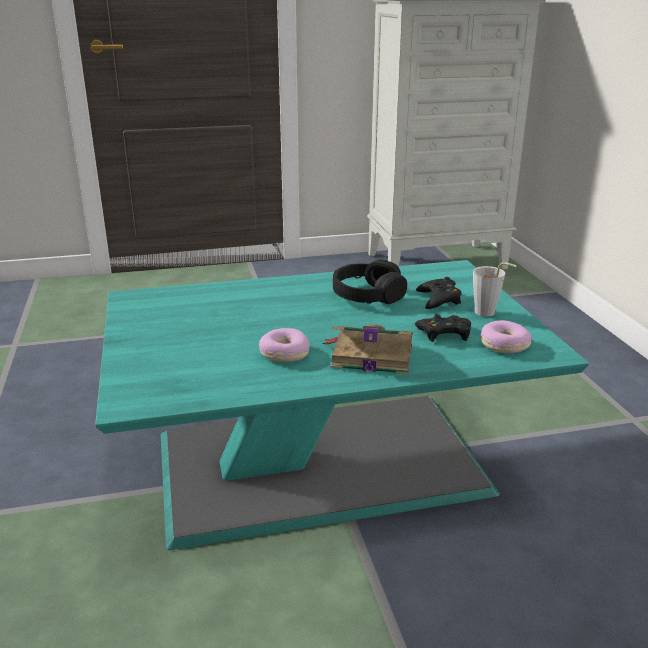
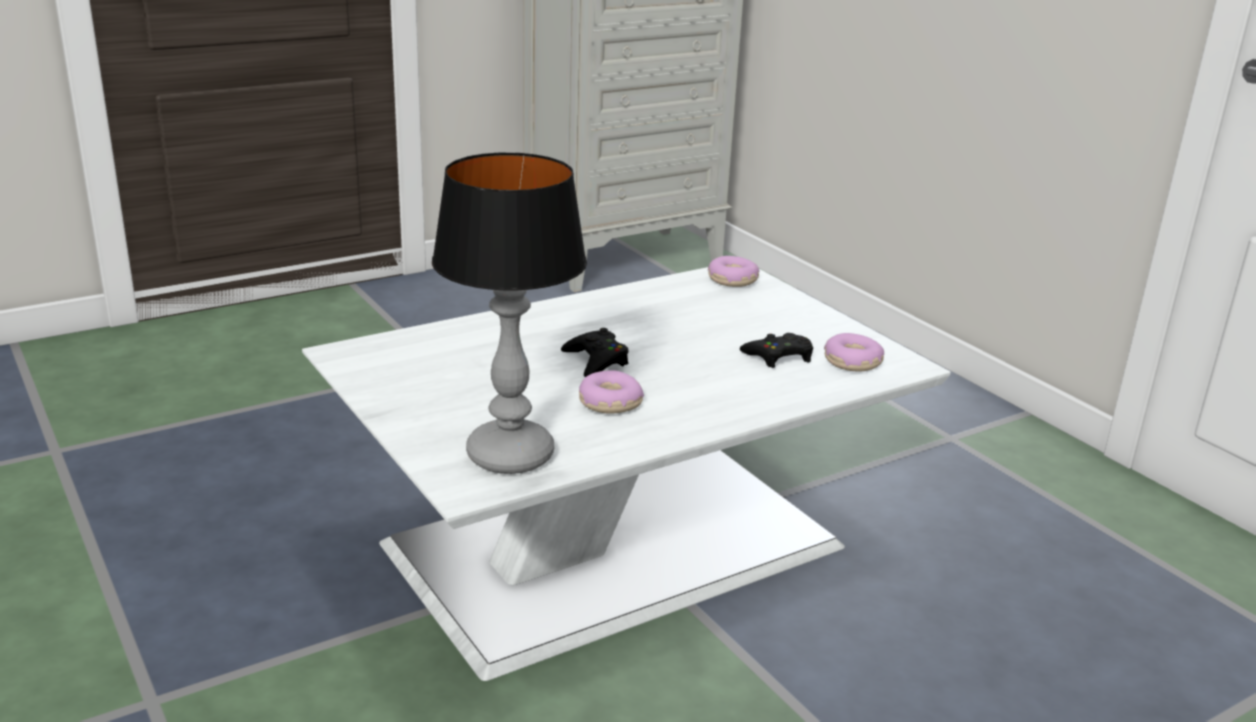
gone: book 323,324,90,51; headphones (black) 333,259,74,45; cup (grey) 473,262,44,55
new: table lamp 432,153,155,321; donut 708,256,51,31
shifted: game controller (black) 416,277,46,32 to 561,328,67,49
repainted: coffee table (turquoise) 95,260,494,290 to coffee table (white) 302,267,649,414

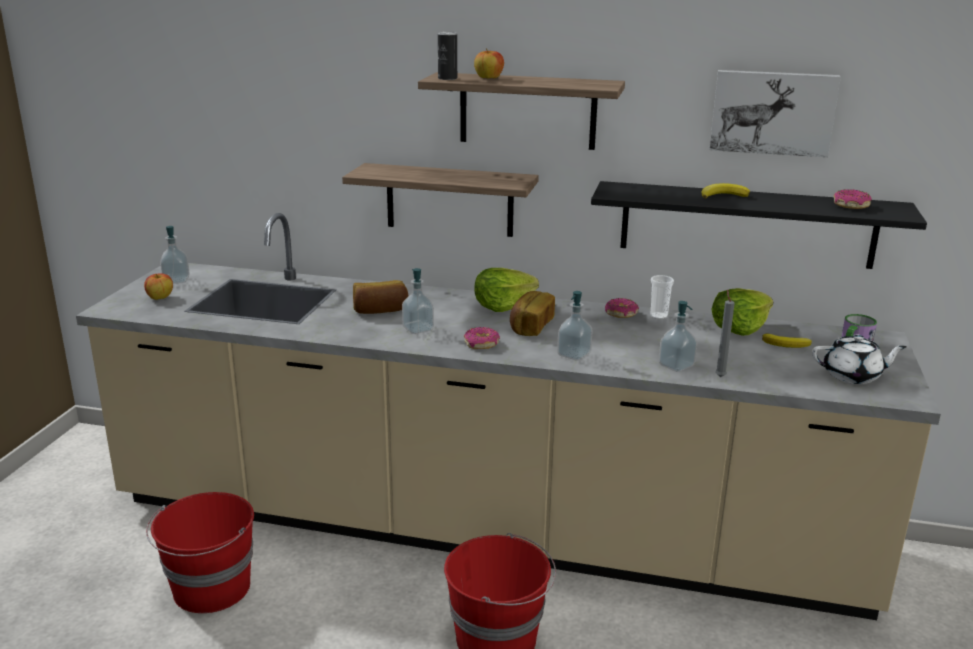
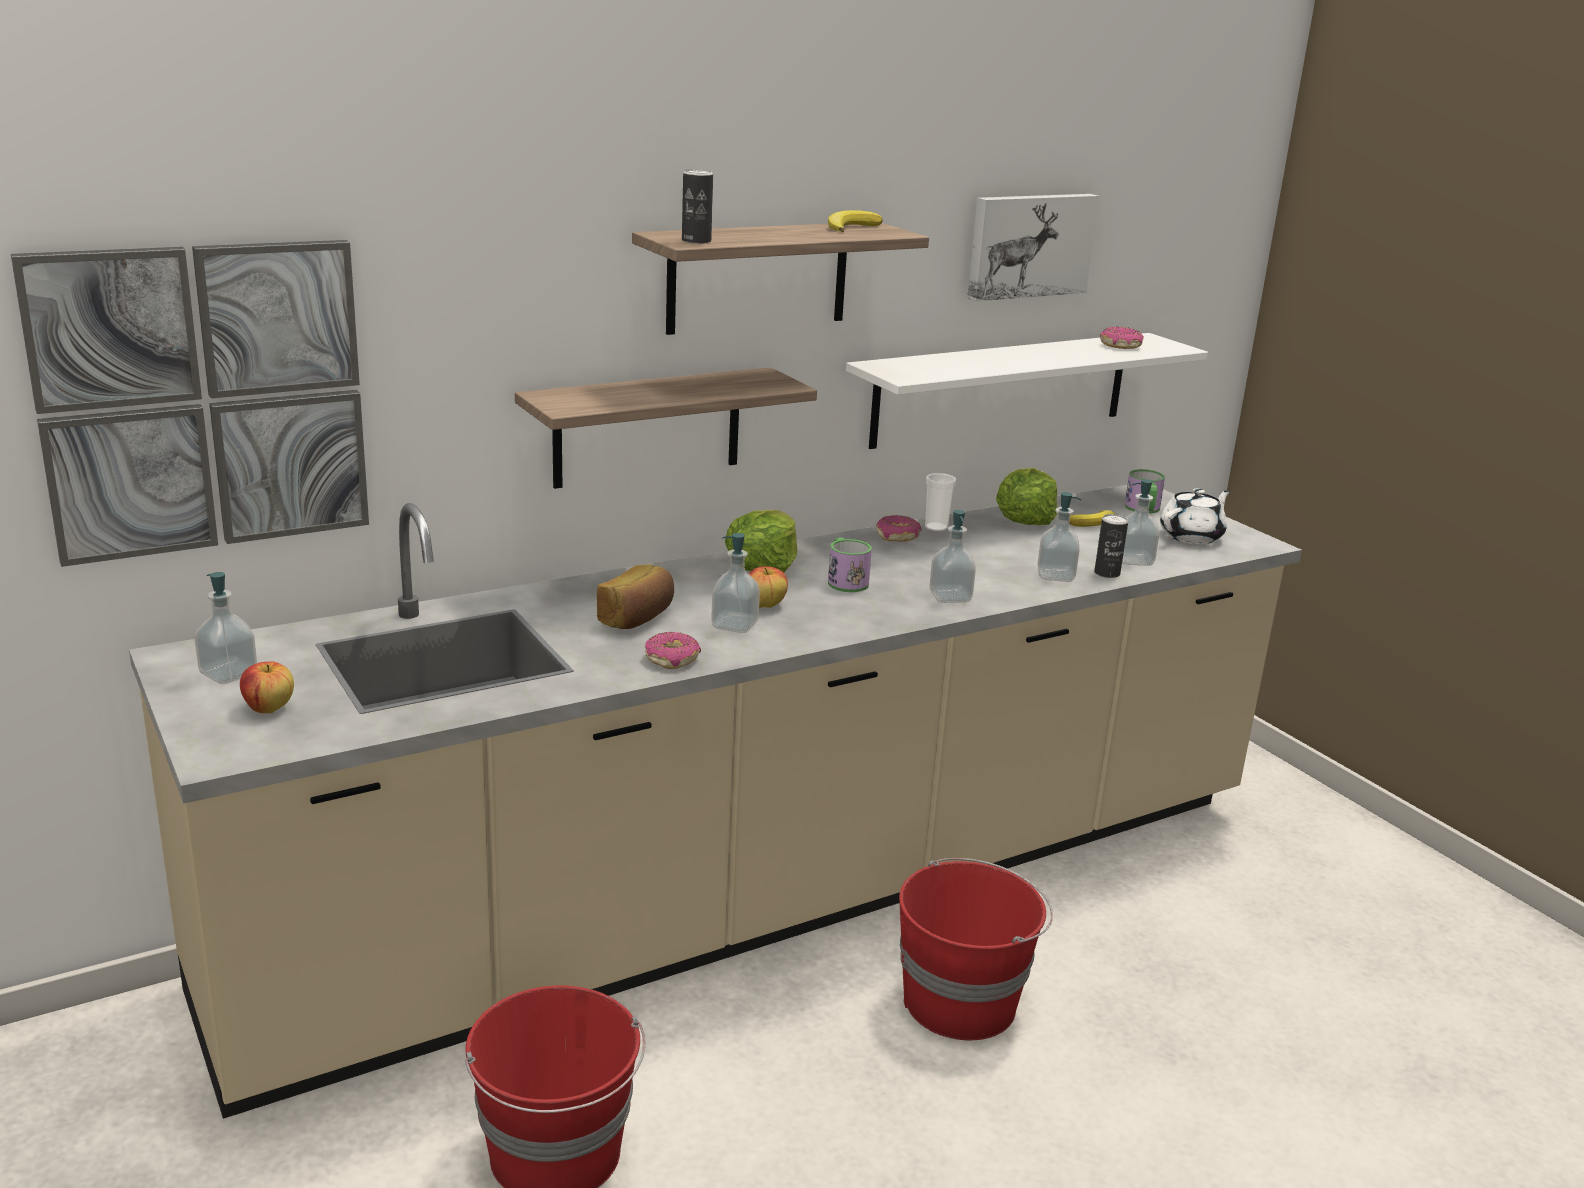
new: picture 11,240,358,327; soap dispenser 1122,479,37,87
shifted: donut 464,327,36,22 to 645,632,56,37; apple 474,48,30,31 to 749,566,39,42; banana 702,183,48,16 to 828,210,55,22
swapped: bread 510,291,45,45 to mug 828,538,44,54; candle (grey) 715,290,20,87 to can 1094,514,34,64
repainted: shelf (black) 591,181,336,88 to shelf (white) 846,333,362,116

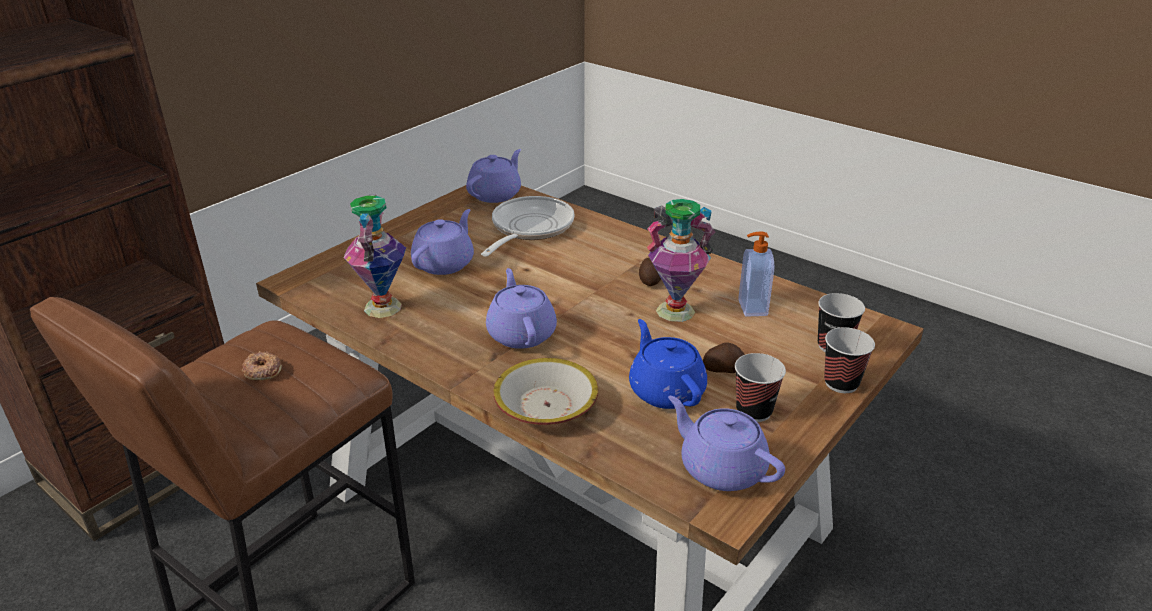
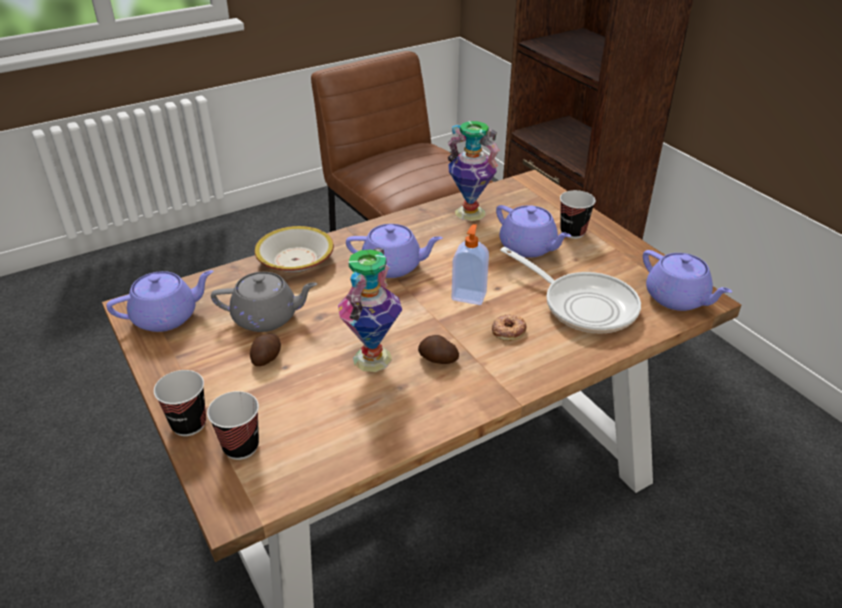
shifted: soap dispenser 738,231,36,86 to 451,224,38,81; donut 242,351,40,29 to 492,314,34,27; cup 735,353,51,69 to 560,190,36,49
repainted: teapot (blue) 629,319,78,90 to teapot (grey) 211,272,106,60

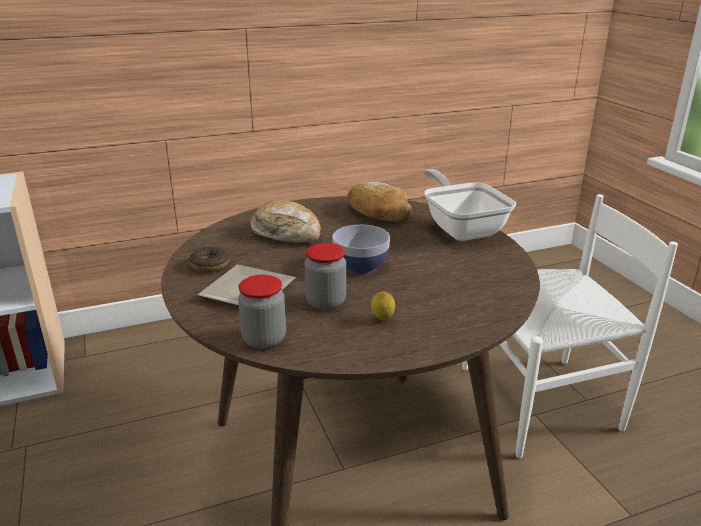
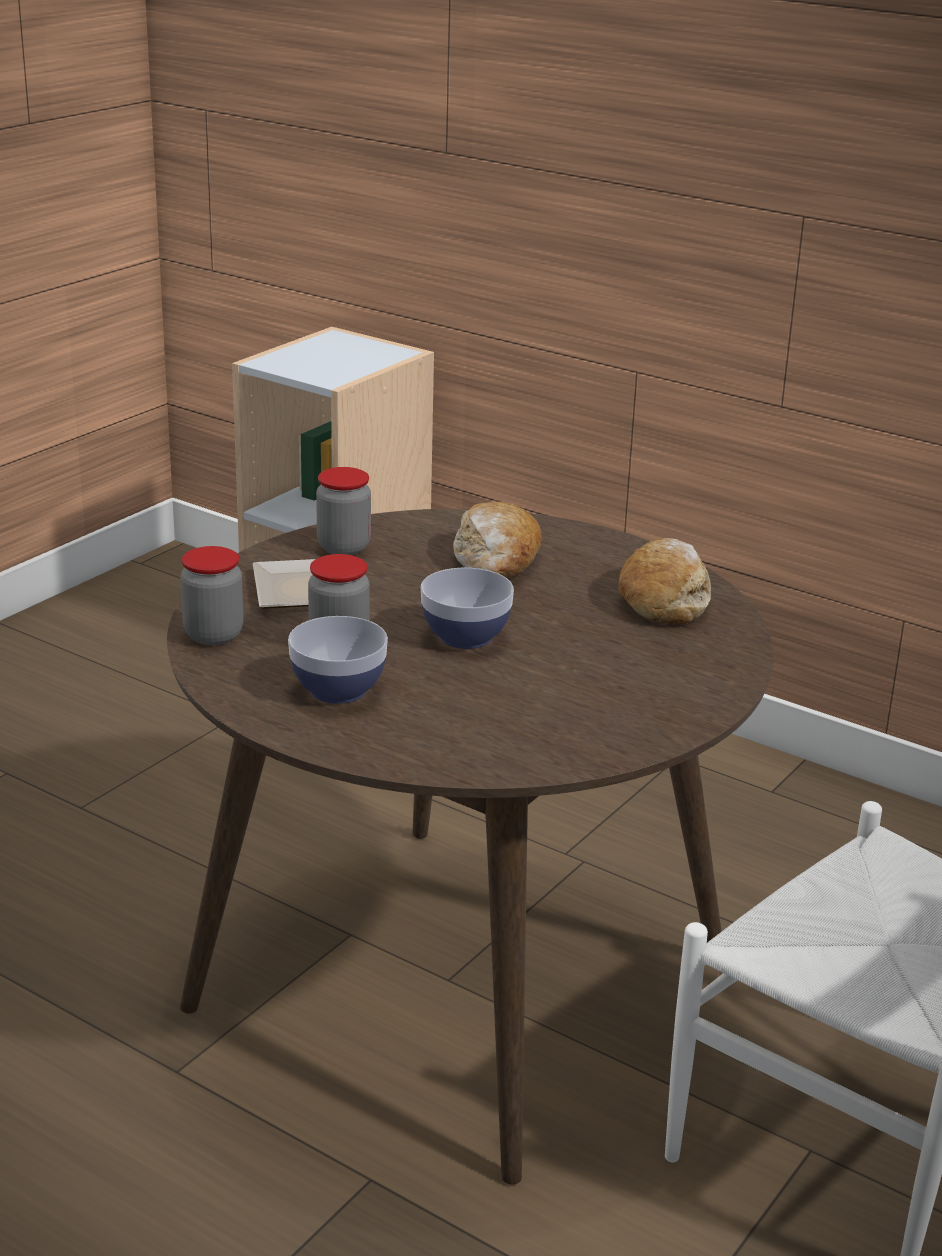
gone: frying pan 424,169,92,72
swapped: lemon 371,292,24,29 to bowl 288,616,100,88; donut 189,247,41,25 to jar 316,467,55,88

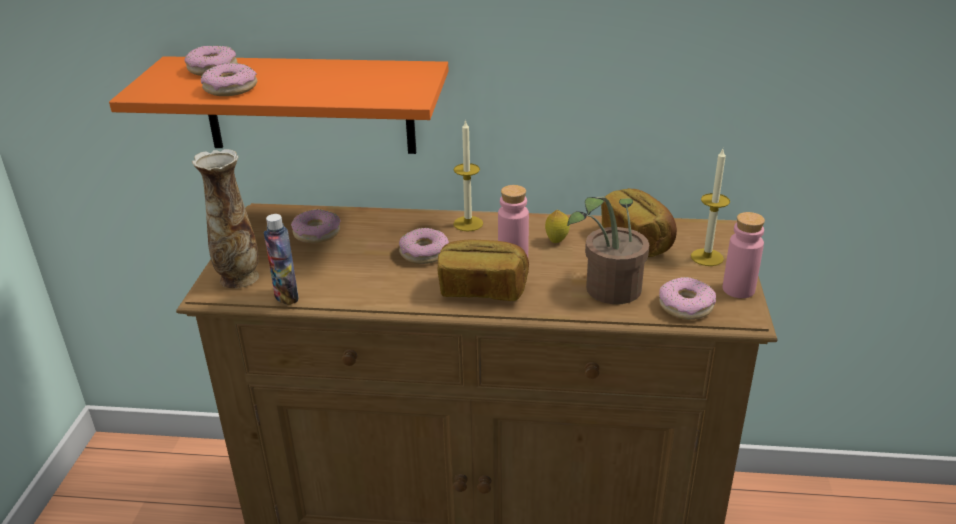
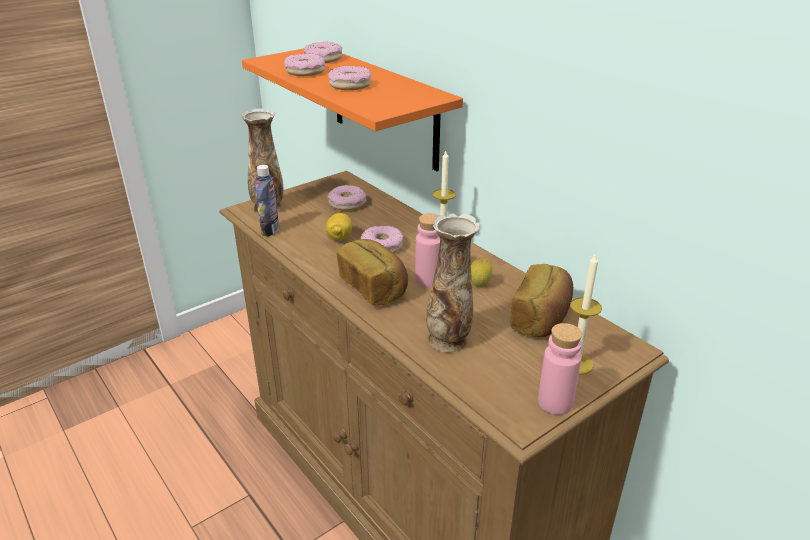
new: lemon 326,213,26,28
shifted: donut 659,277,57,43 to 328,66,43,24
swapped: potted plant 567,196,82,108 to vase 426,214,54,138

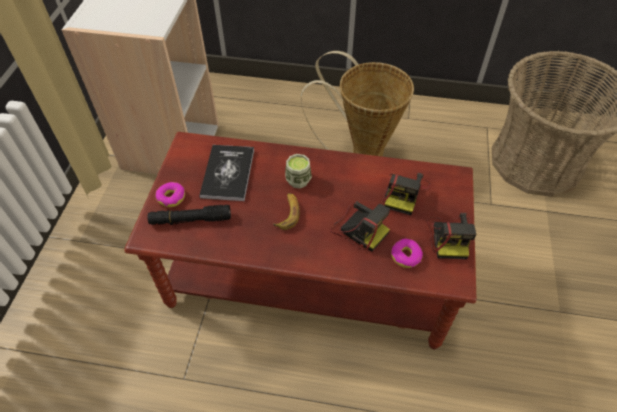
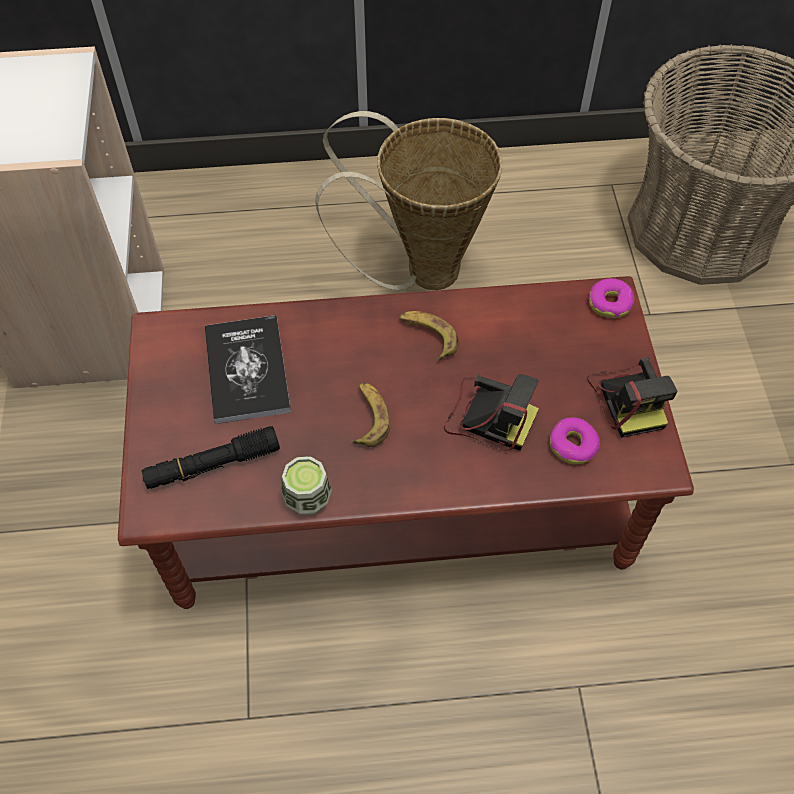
gone: photo camera 383,173,47,42
new: banana 399,311,60,49
shifted: cup 285,154,27,35 to 282,456,50,59; donut 155,182,30,25 to 589,278,45,40

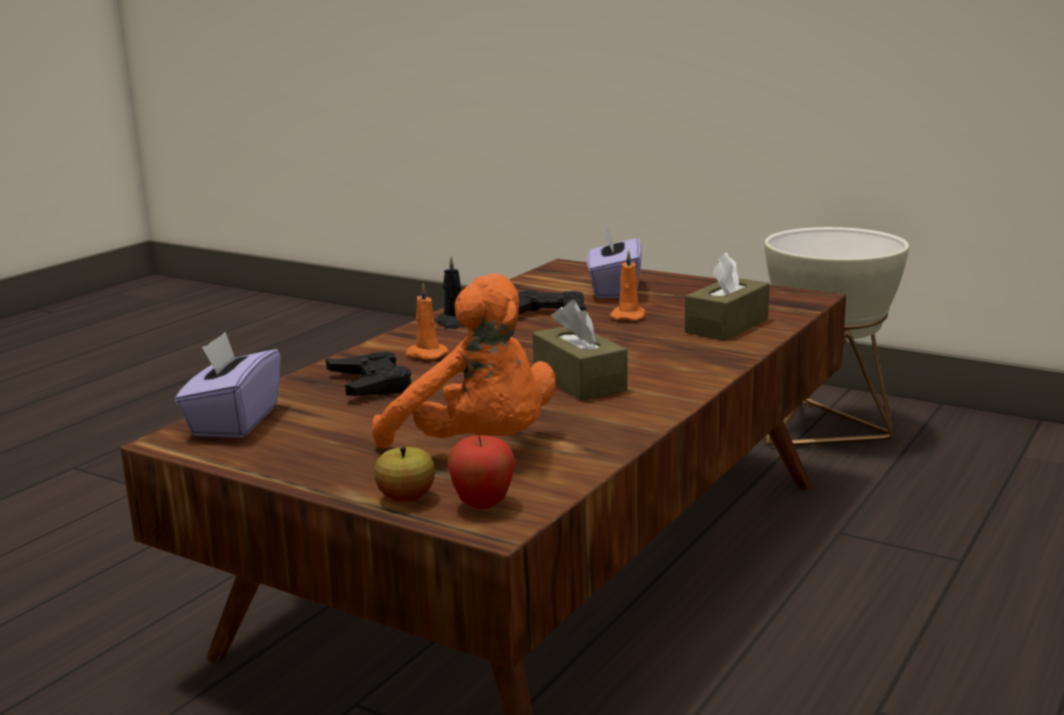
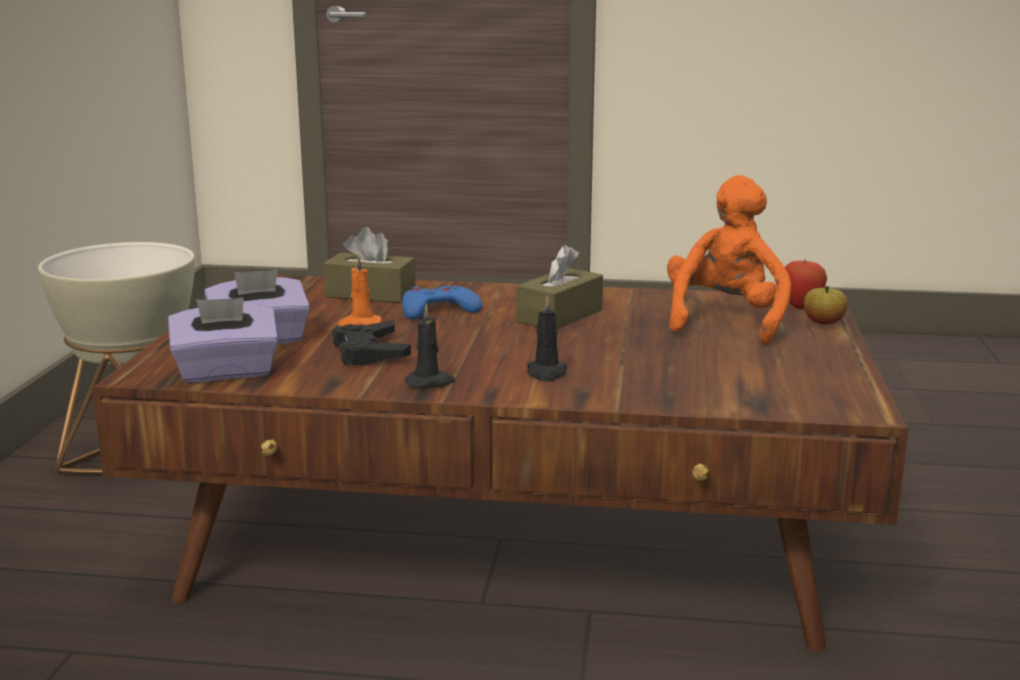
gone: game controller (black) 326,351,86,45
new: game controller (blue) 402,286,80,34
shifted: tissue box (purple) 175,332,106,106 to 168,297,110,86
repainted: candle (orange) 406,283,42,76 to candle (black) 527,295,40,87

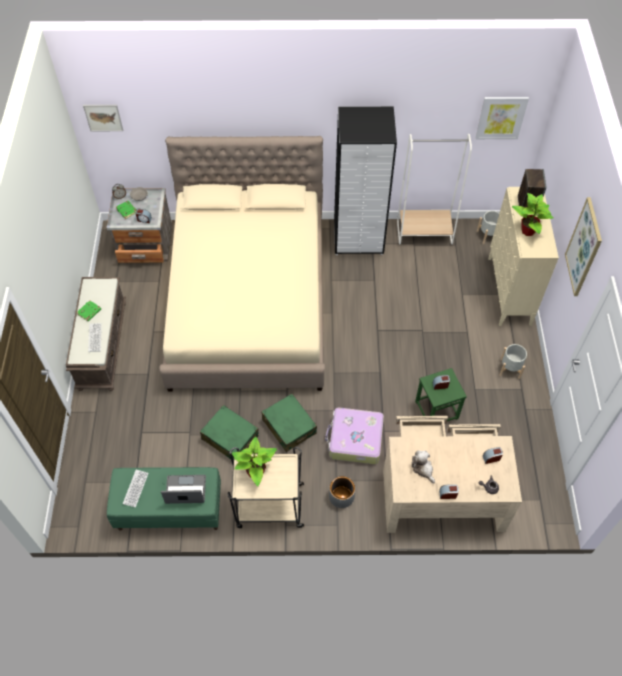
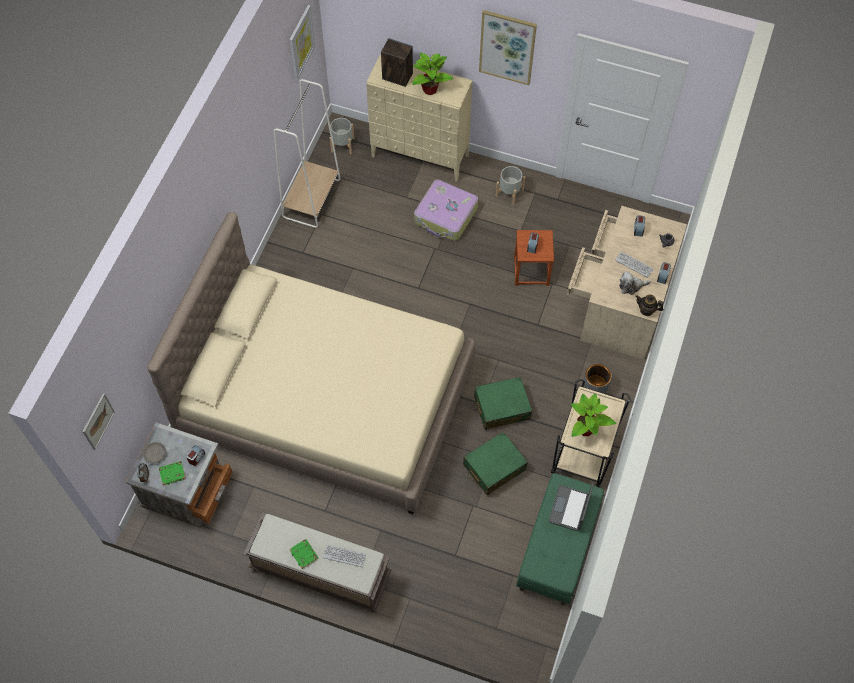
gone: wardrobe 334,106,63,149
new: teapot 636,295,28,21
shifted: suitcase 325,407,59,57 to 414,179,64,62; keyboard 123,470,26,38 to 615,251,39,27
repainted: stool (green) 415,368,52,53 to stool (brown) 514,230,40,56

